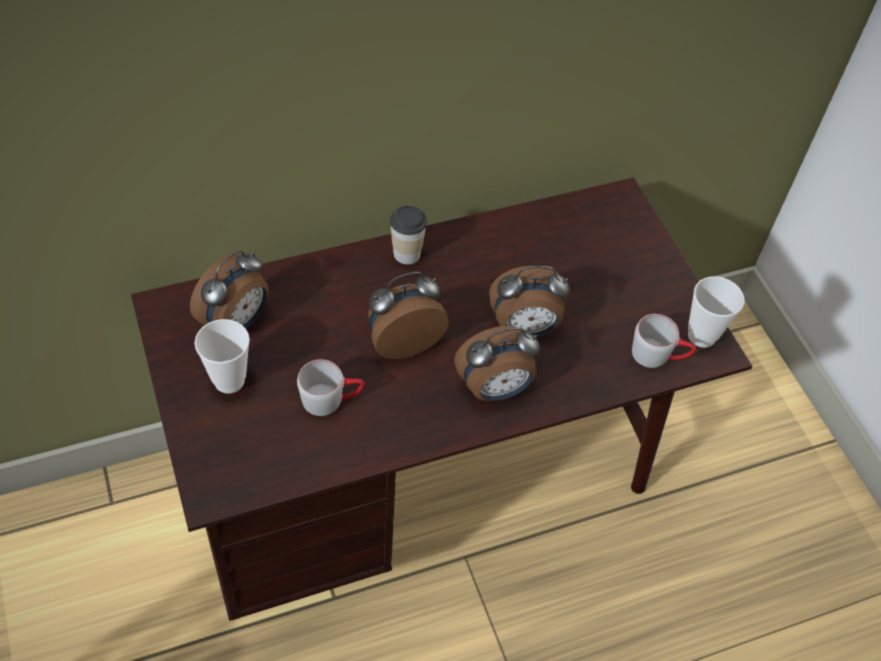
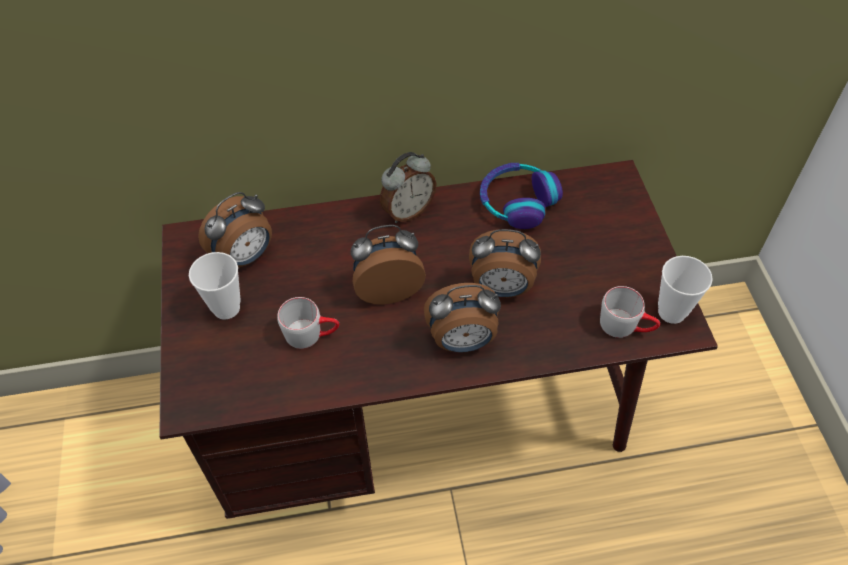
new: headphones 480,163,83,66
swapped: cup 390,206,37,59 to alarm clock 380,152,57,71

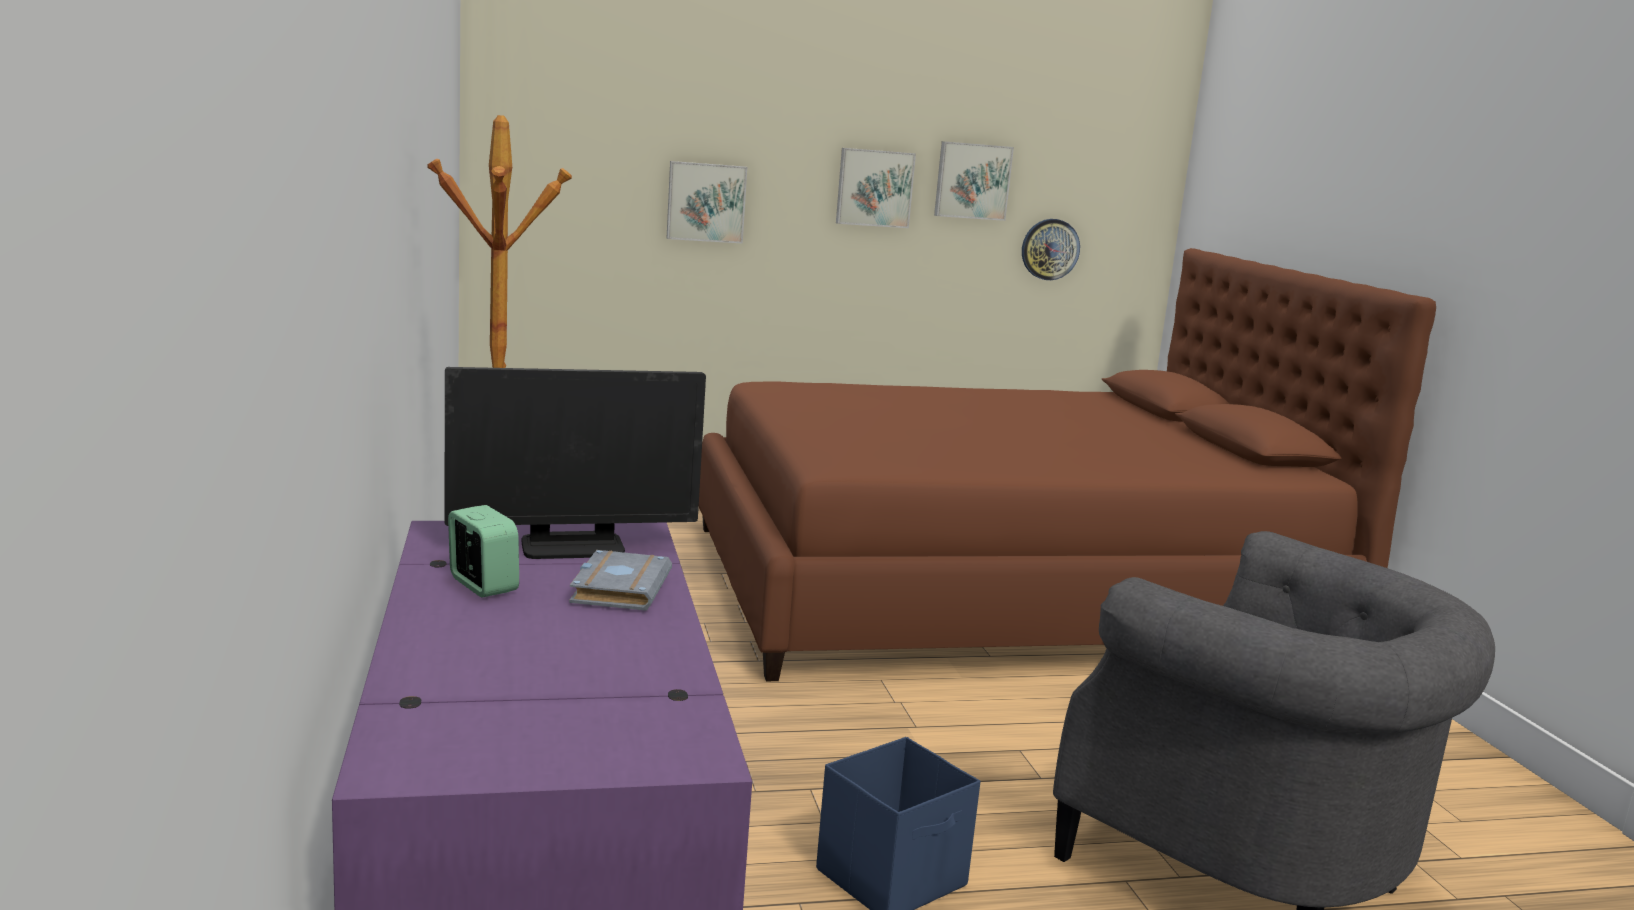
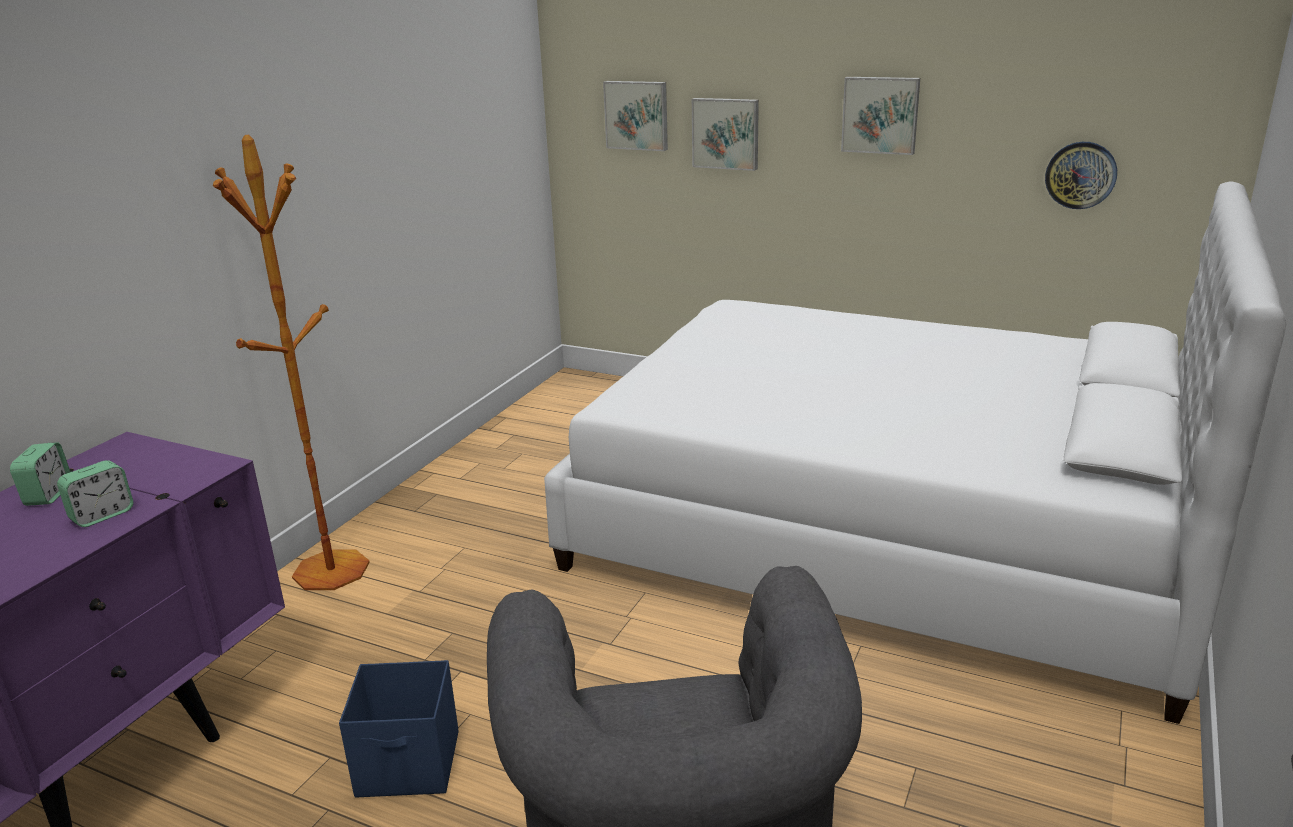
gone: monitor 444,367,262,192
shifted: picture 934,141,80,80 to 603,81,65,70
swapped: book (grey) 569,550,103,61 to alarm clock 57,460,76,67
repainted: bed (brown) 699,248,737,433 to bed (white) 544,181,742,543

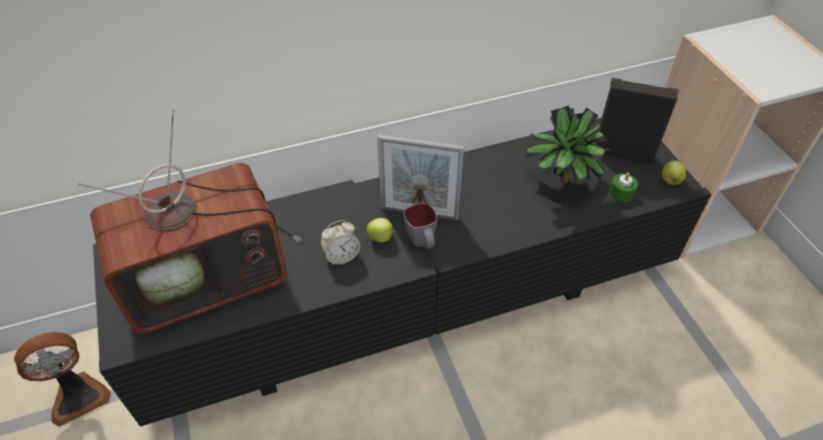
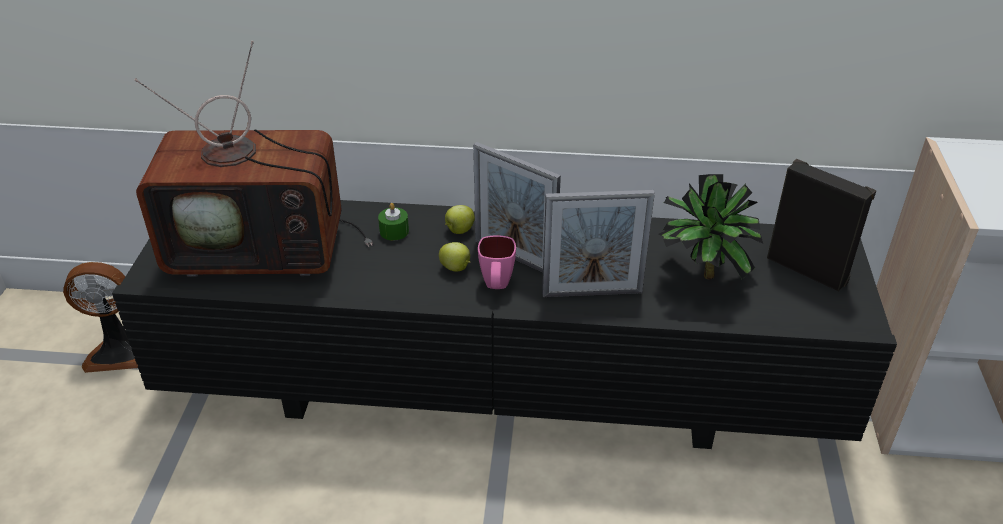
gone: alarm clock 320,220,40,45
new: picture frame 542,190,113,107
shifted: candle (green) 609,172,29,30 to 378,203,31,38; apple 662,160,24,25 to 445,205,30,29
repainted: mug (grey) 404,203,33,46 to mug (pink) 478,235,38,54

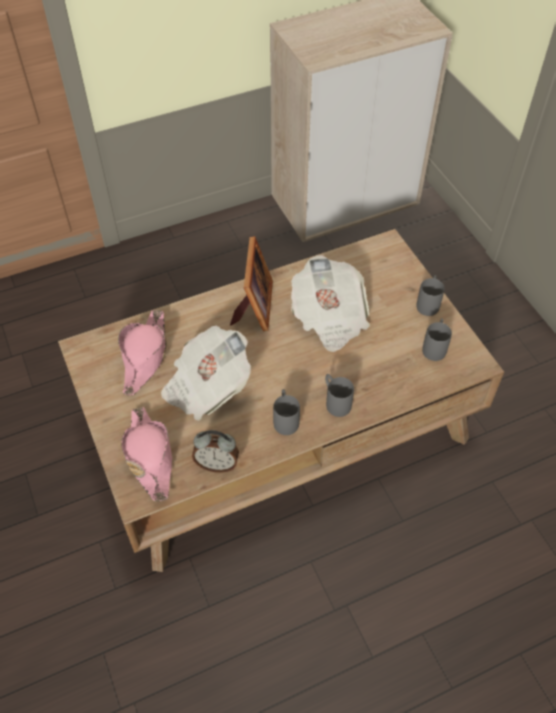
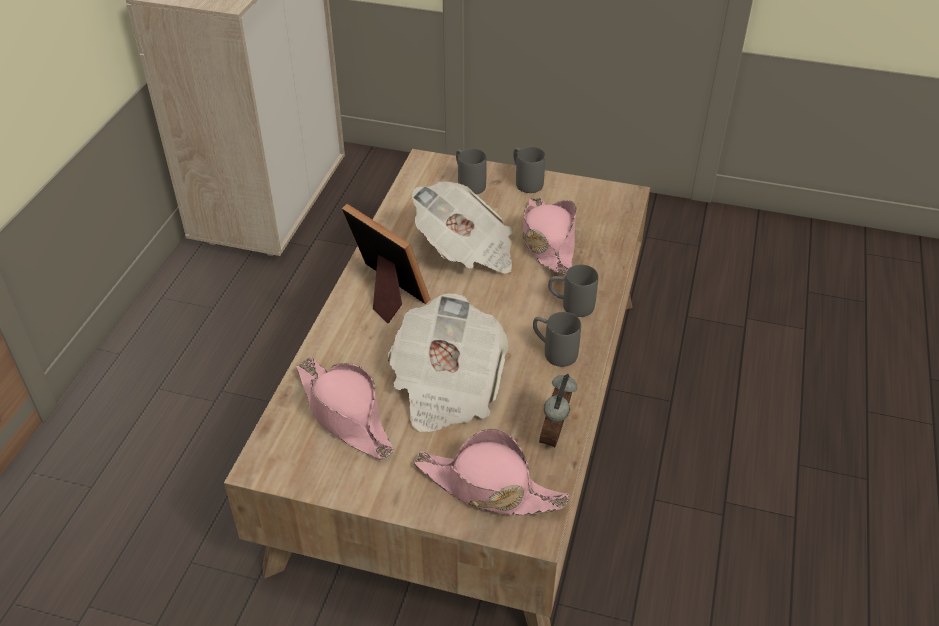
new: hat (pink) 522,198,54,76
shifted: mug (grey) 422,318,30,43 to 456,148,31,47
rotated: alarm clock 192,430,47,43 = 539,374,38,75 150 degrees clockwise

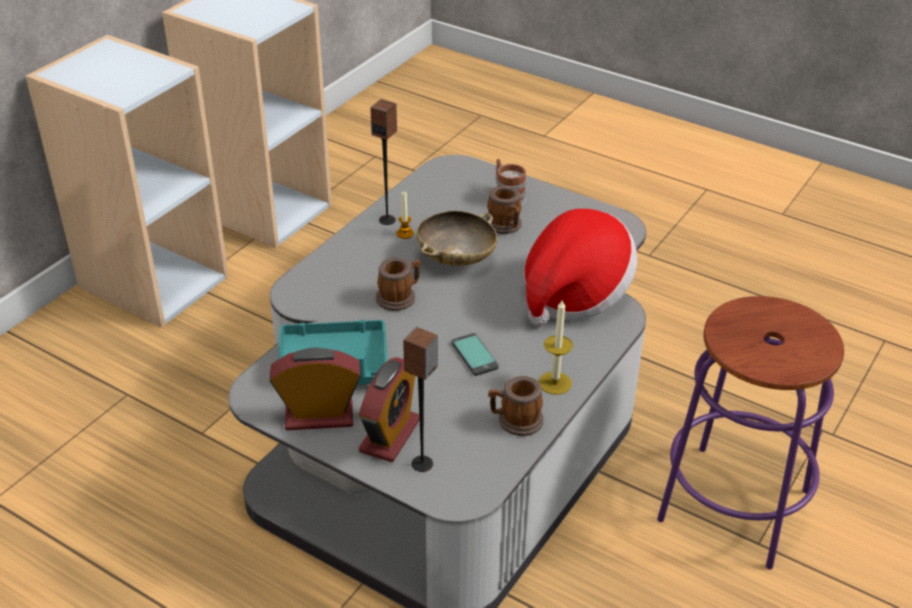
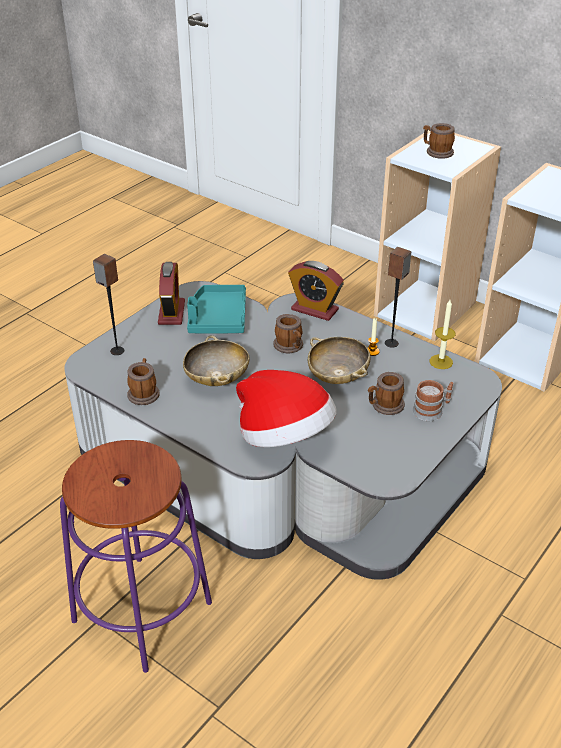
new: mug 423,123,32,36
shifted: alarm clock 359,357,61,105 to 288,261,56,60; candle 539,300,34,95 to 430,300,26,69
swapped: phone 452,333,47,43 to bowl (beige) 183,335,67,51

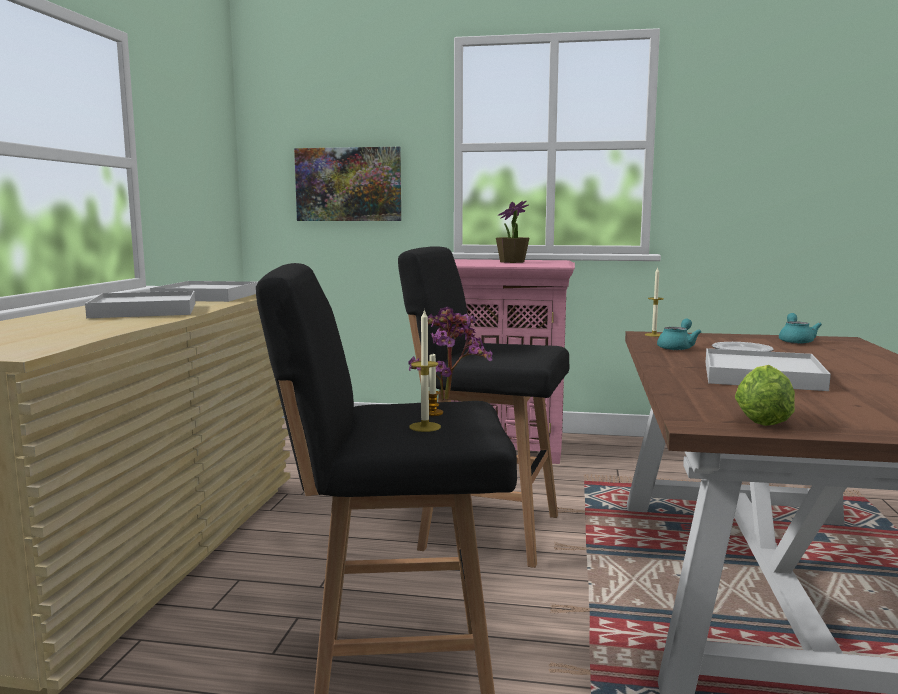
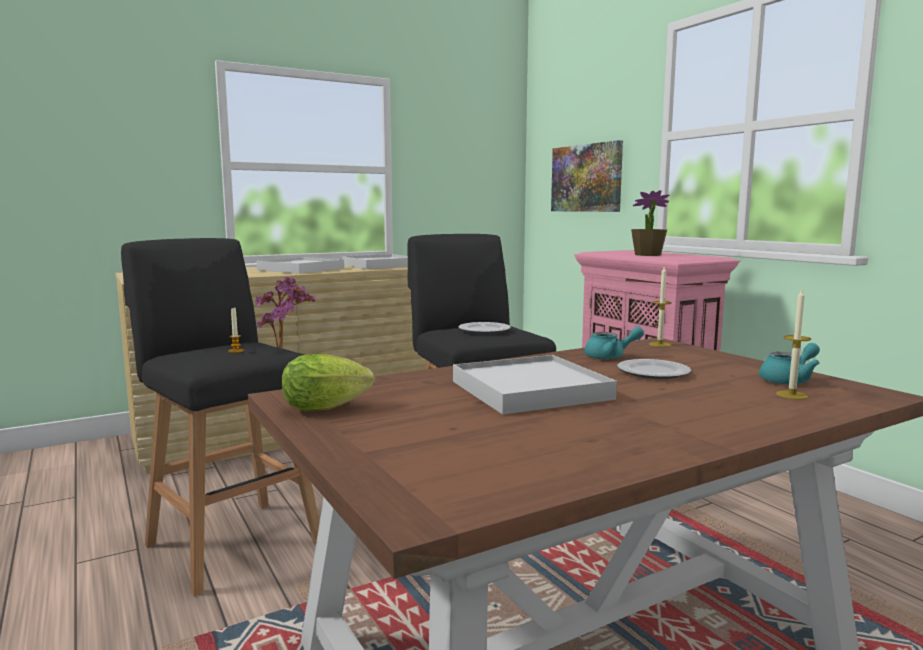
new: plate 458,322,53,12
shifted: candle 409,309,32,123 to 776,289,35,110

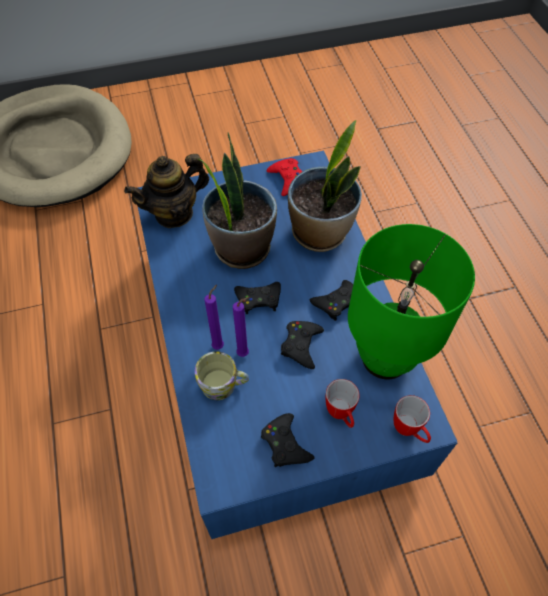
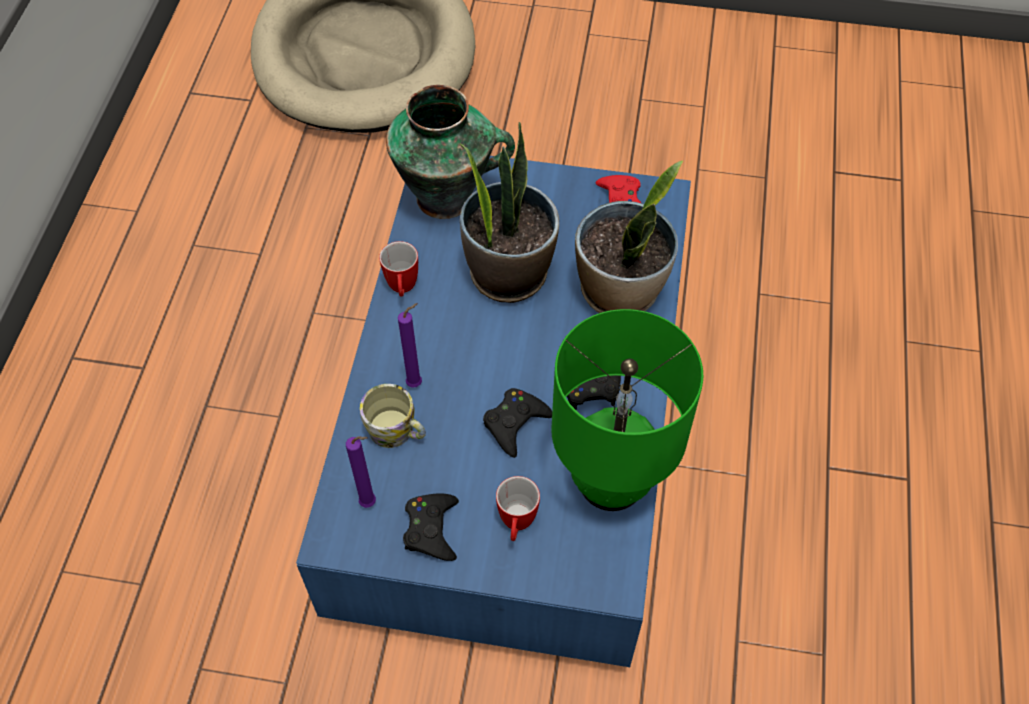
gone: game controller (black) 234,282,47,32
shifted: candle (purple) 233,297,16,60 to 346,436,30,72; mug 394,395,37,48 to 379,241,39,56
swapped: teapot 124,154,85,74 to vase 386,85,129,134

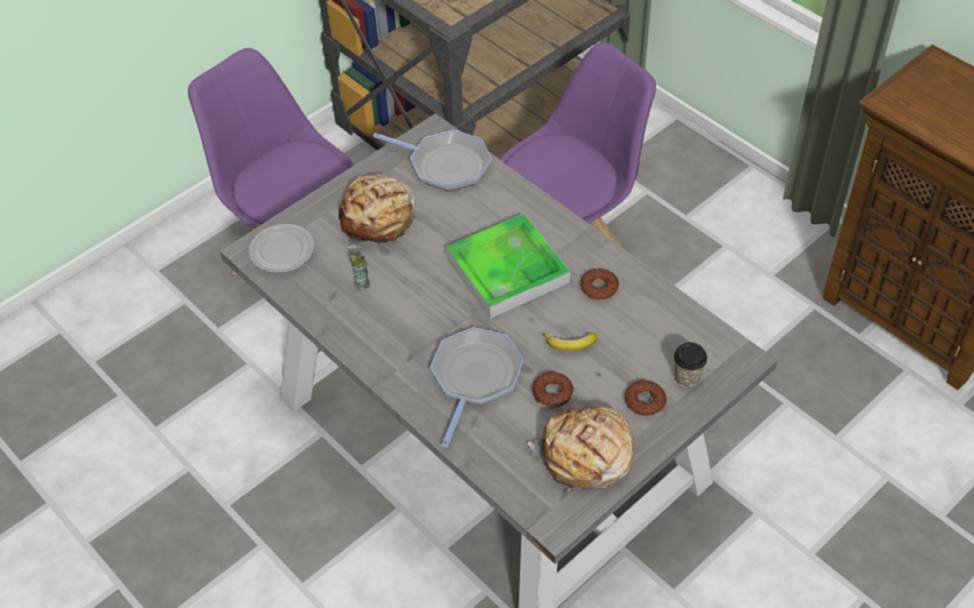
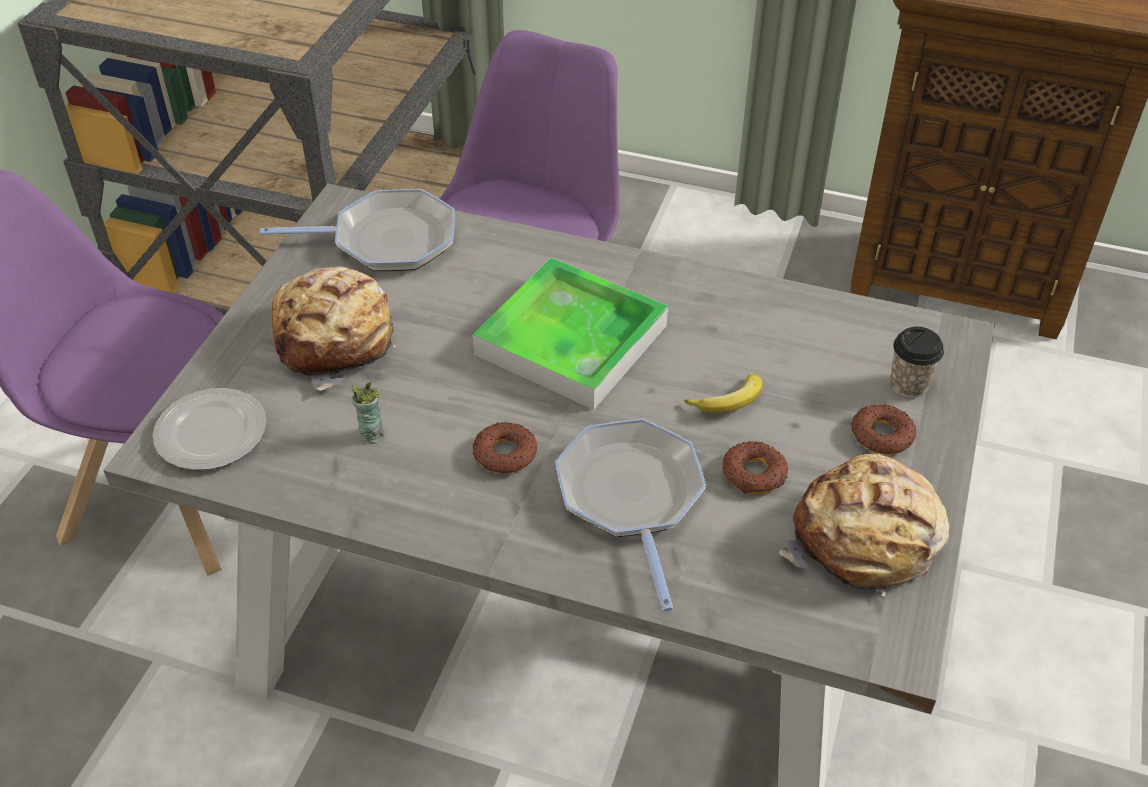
shifted: donut 580,268,39,32 to 472,422,65,52

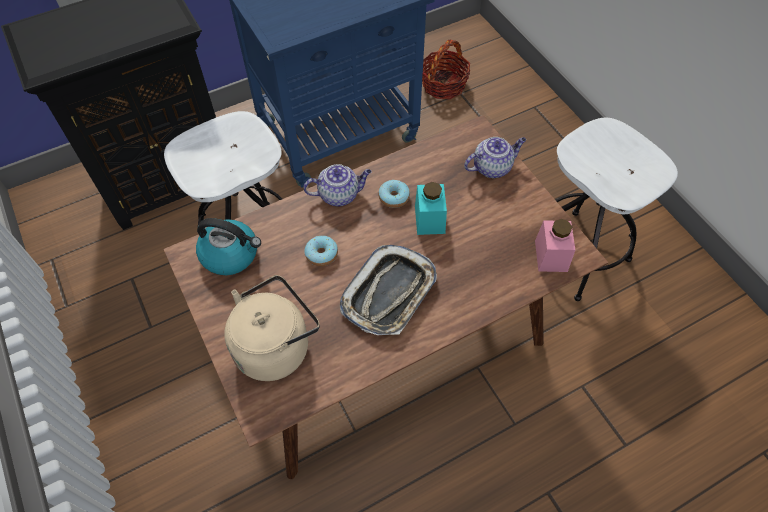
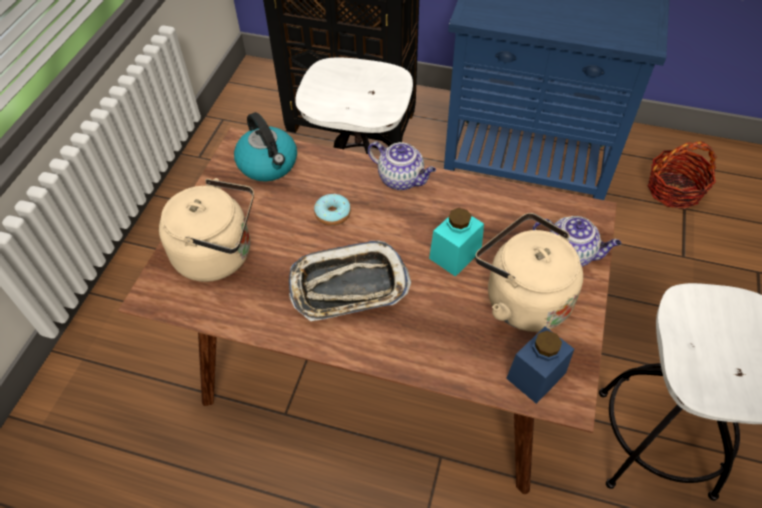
gone: donut 378,180,32,28
new: kettle (beige) 475,213,108,119
repainted: jar (pink) 535,219,40,53 to jar (blue) 506,326,68,78

